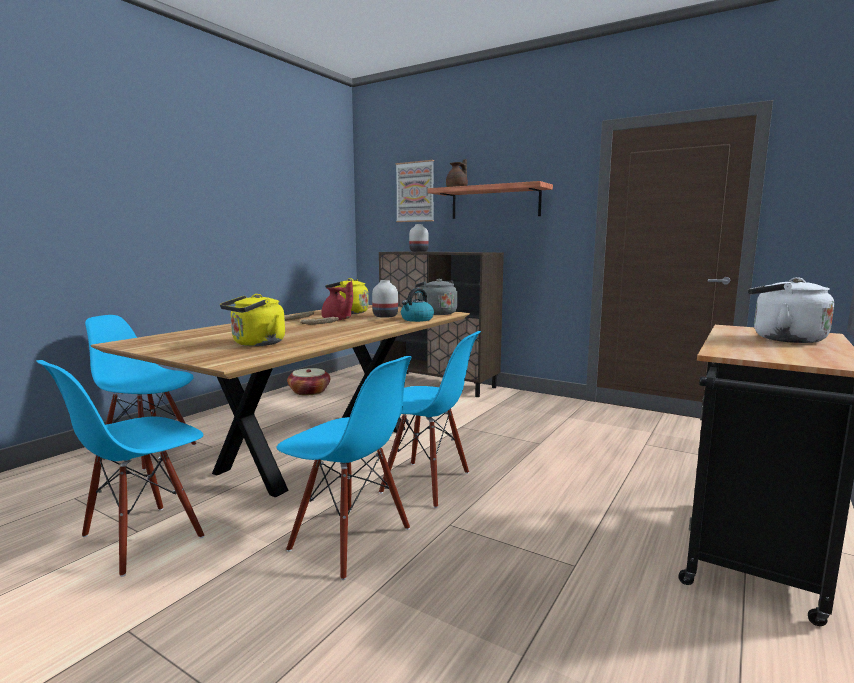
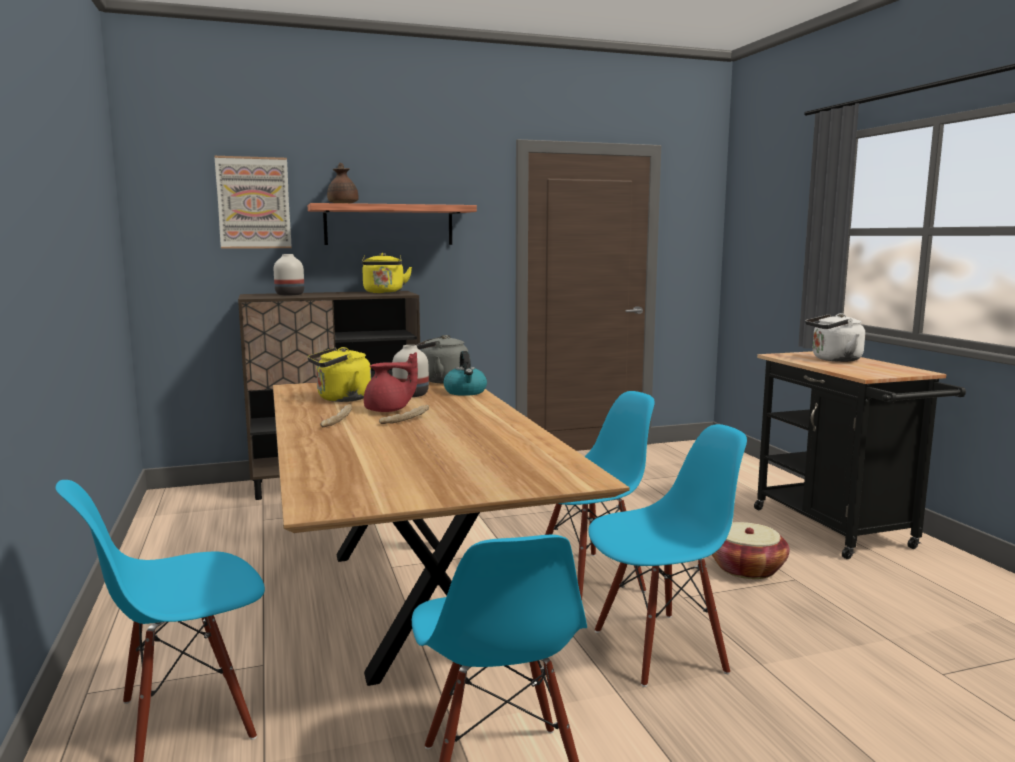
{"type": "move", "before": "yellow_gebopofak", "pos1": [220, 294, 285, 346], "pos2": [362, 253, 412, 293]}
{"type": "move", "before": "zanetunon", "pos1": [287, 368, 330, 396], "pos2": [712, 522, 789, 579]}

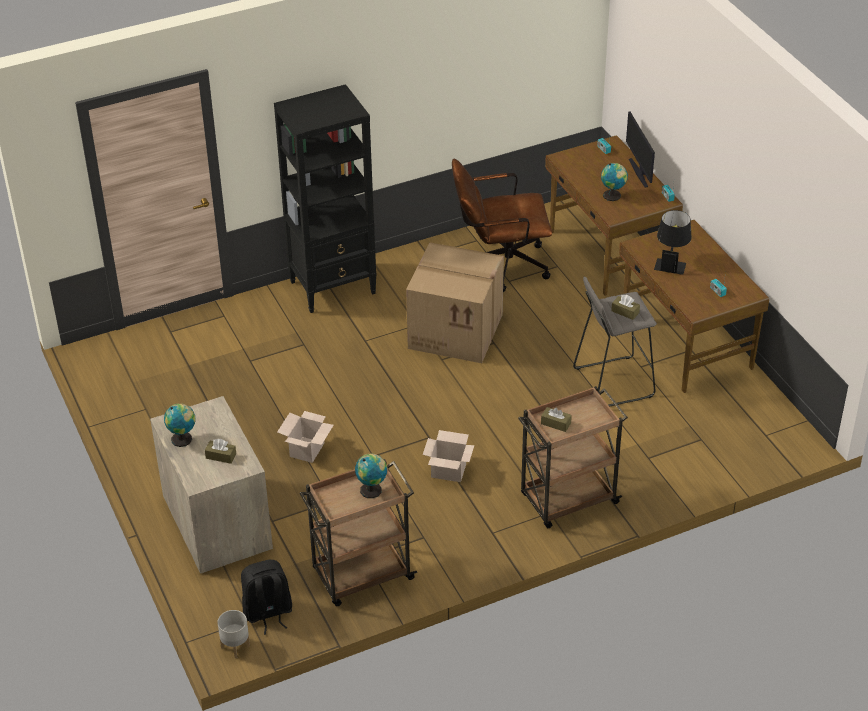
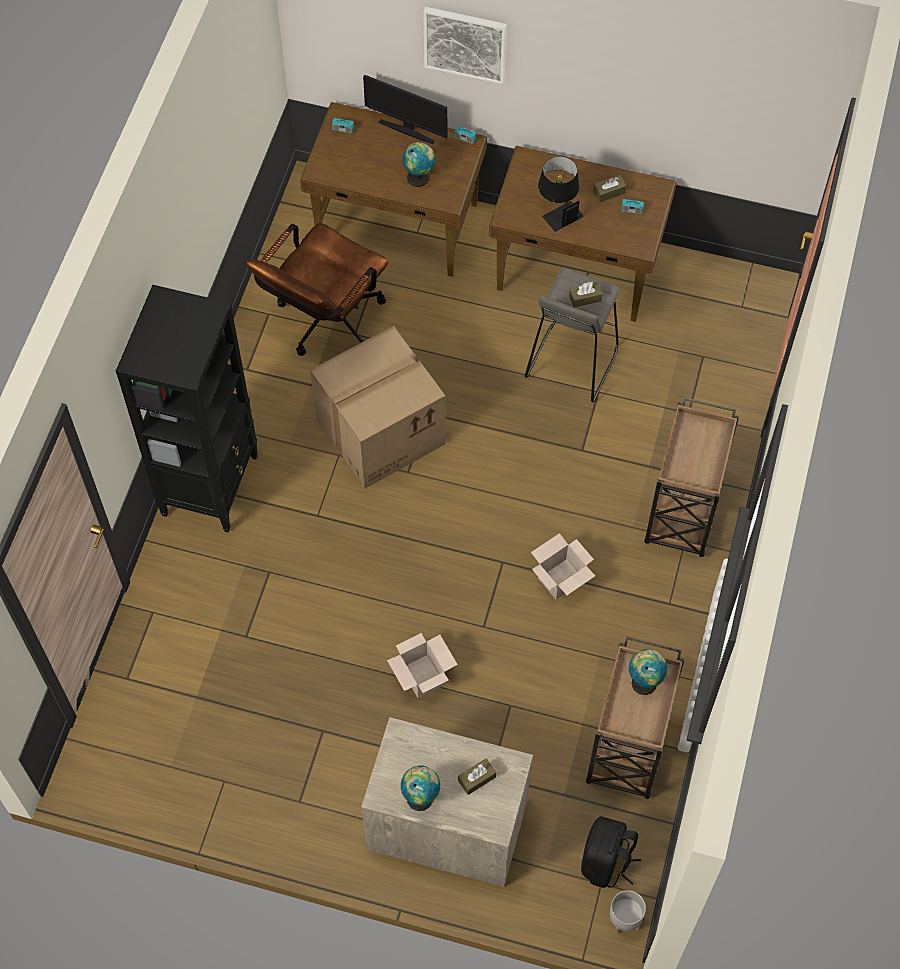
{"type": "move", "before": "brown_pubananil", "pos1": [541, 407, 572, 432], "pos2": [593, 175, 626, 202]}
{"type": "insert", "after": "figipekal", "pos2": [423, 7, 507, 85]}

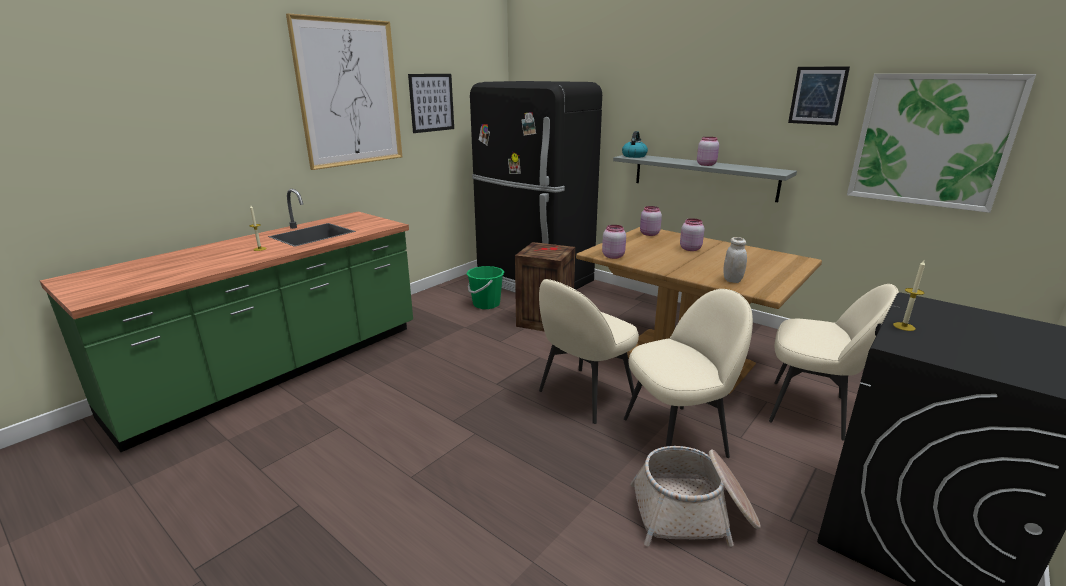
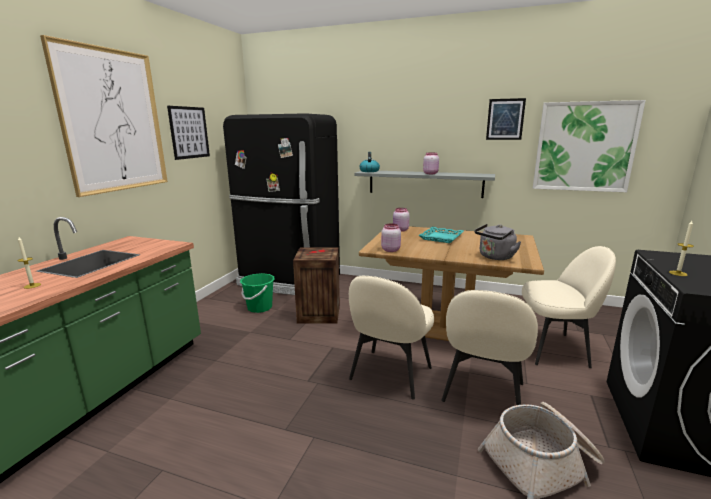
{"type": "replace", "before": "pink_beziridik", "after": "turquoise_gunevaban", "pos1": [680, 218, 704, 251], "pos2": [419, 227, 464, 243]}
{"type": "replace", "before": "white_beziridik", "after": "grey_gebopofak", "pos1": [723, 237, 747, 283], "pos2": [475, 224, 521, 260]}
{"type": "rotate", "before": "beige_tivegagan", "pos1": [624, 289, 753, 458], "pos2": [441, 290, 538, 405], "turn": 150}

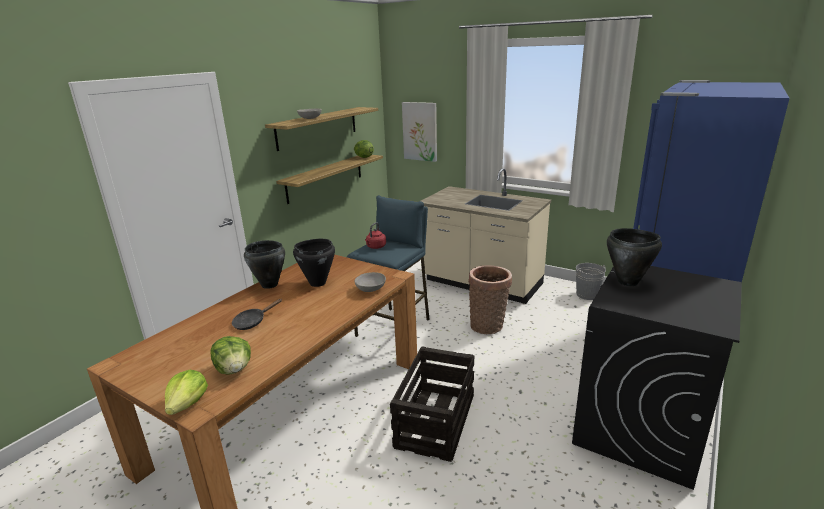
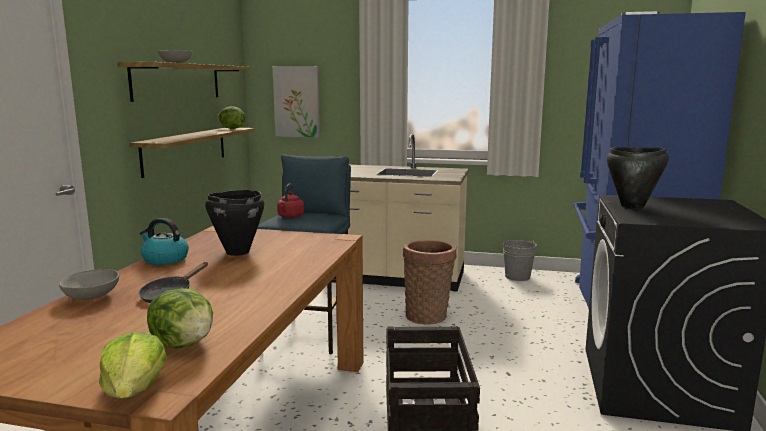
{"type": "replace", "before": "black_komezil", "after": "gebopofak", "pos1": [244, 240, 285, 289], "pos2": [140, 218, 189, 265]}
{"type": "move", "before": "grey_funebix", "pos1": [355, 272, 386, 292], "pos2": [59, 269, 119, 300]}

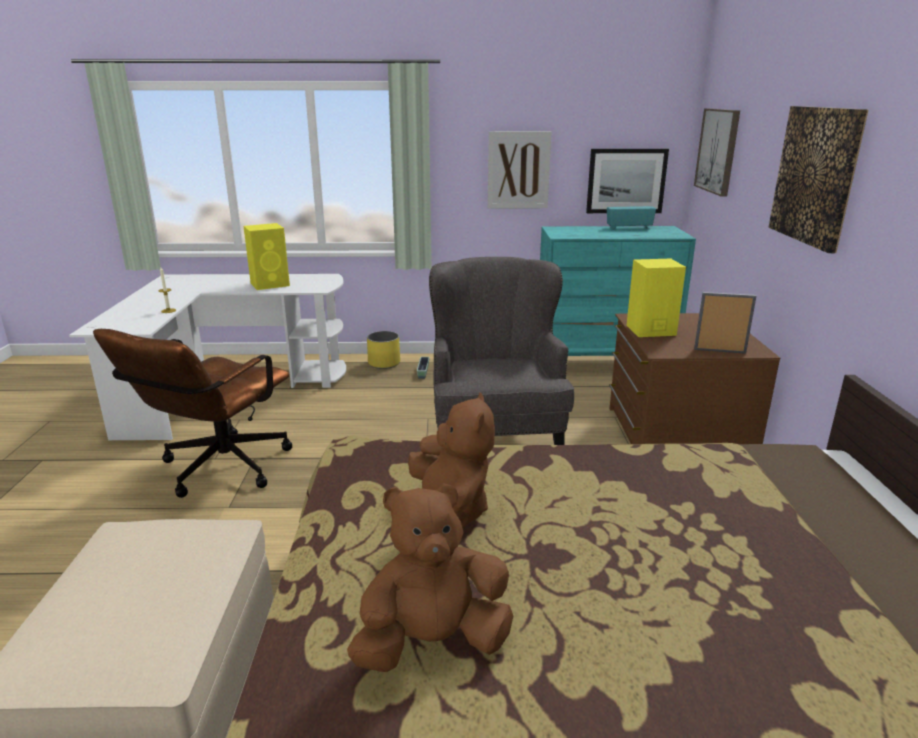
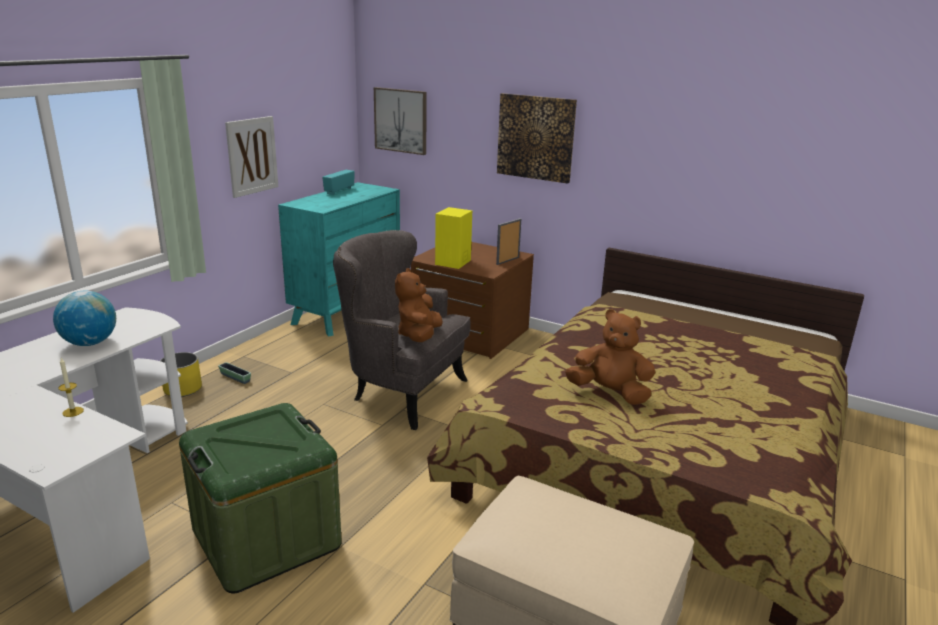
{"type": "delete", "before": "figipekal", "pos1": [586, 149, 669, 213]}
{"type": "replace", "before": "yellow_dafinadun", "after": "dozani", "pos1": [243, 223, 290, 290], "pos2": [53, 291, 116, 346]}
{"type": "replace", "before": "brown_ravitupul", "after": "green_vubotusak", "pos1": [93, 329, 292, 498], "pos2": [179, 403, 342, 593]}
{"type": "move", "before": "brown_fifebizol", "pos1": [347, 483, 513, 672], "pos2": [395, 268, 443, 342]}

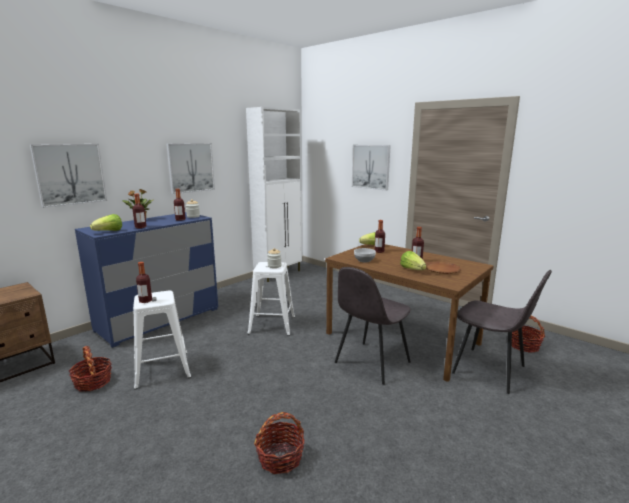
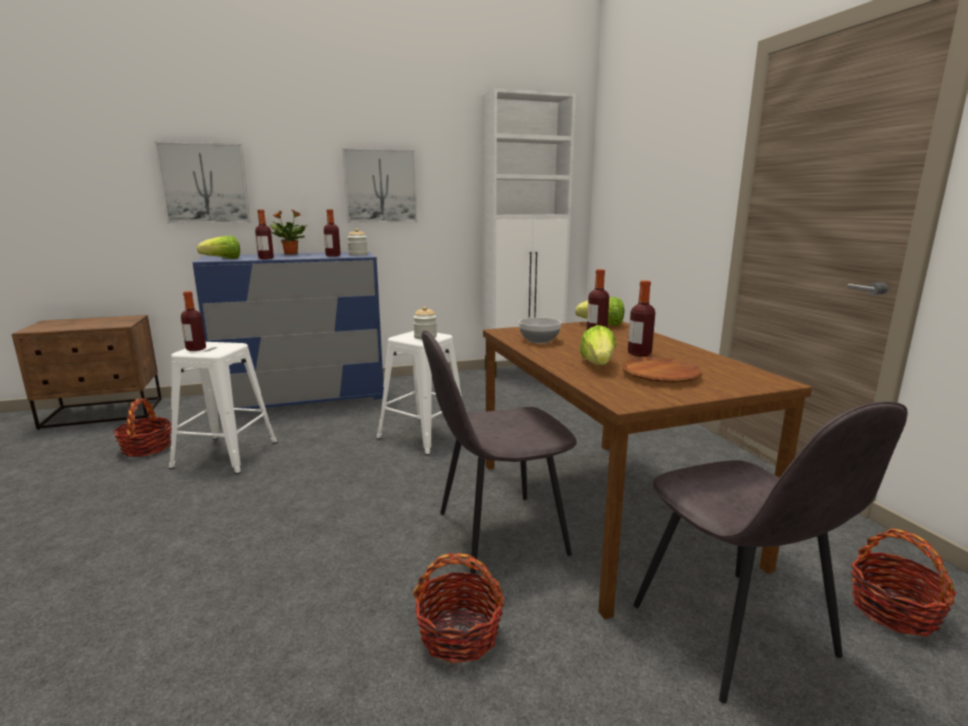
{"type": "delete", "before": "figipekal", "pos1": [352, 145, 391, 191]}
{"type": "move", "before": "zanetunon", "pos1": [254, 412, 305, 474], "pos2": [413, 553, 505, 664]}

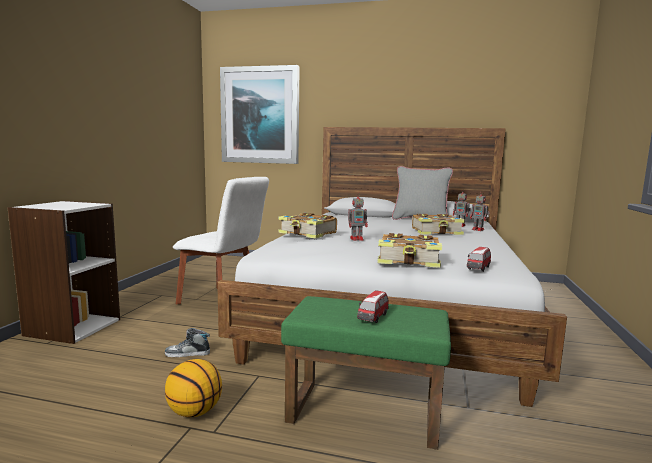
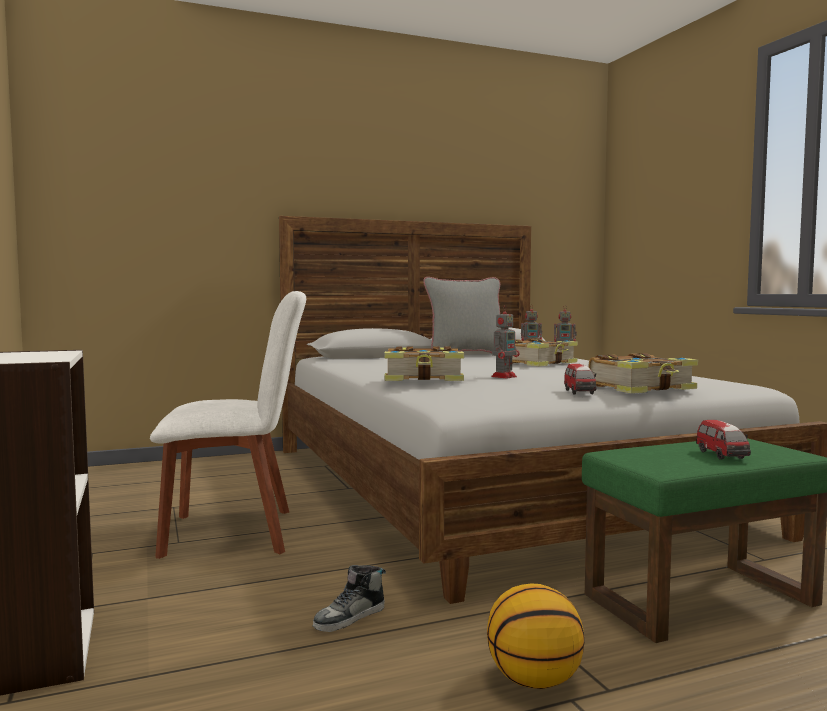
{"type": "delete", "before": "figipekal", "pos1": [220, 65, 300, 164]}
{"type": "move", "before": "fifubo", "pos1": [467, 247, 491, 272], "pos2": [564, 364, 597, 394]}

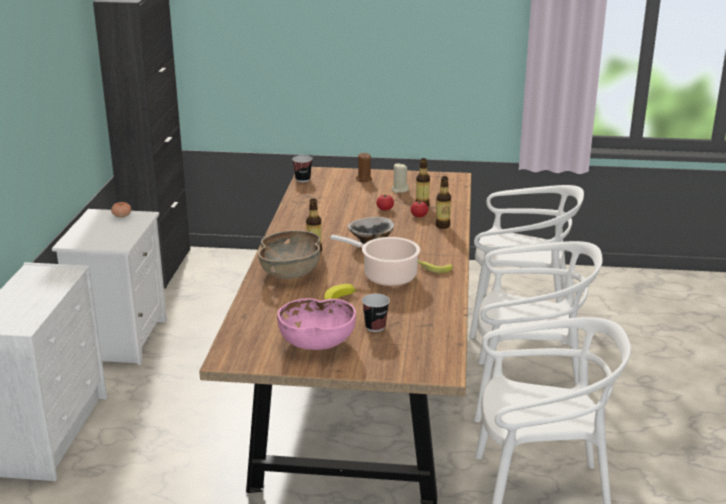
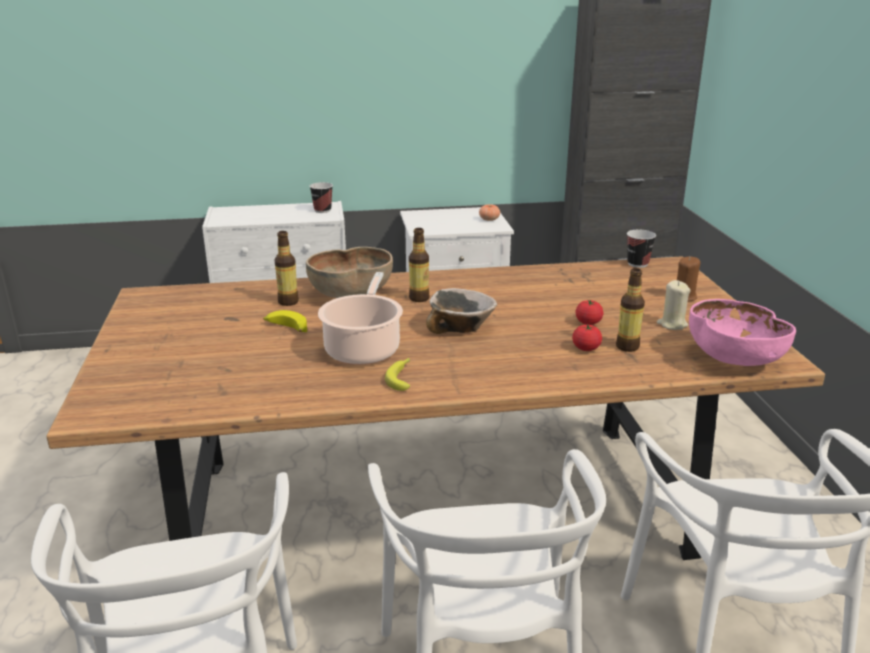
{"type": "move", "before": "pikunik", "pos1": [435, 176, 451, 229], "pos2": [275, 231, 299, 306]}
{"type": "move", "before": "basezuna", "pos1": [362, 294, 390, 332], "pos2": [310, 182, 333, 213]}
{"type": "move", "before": "pink_funebix", "pos1": [277, 298, 356, 350], "pos2": [689, 299, 796, 366]}

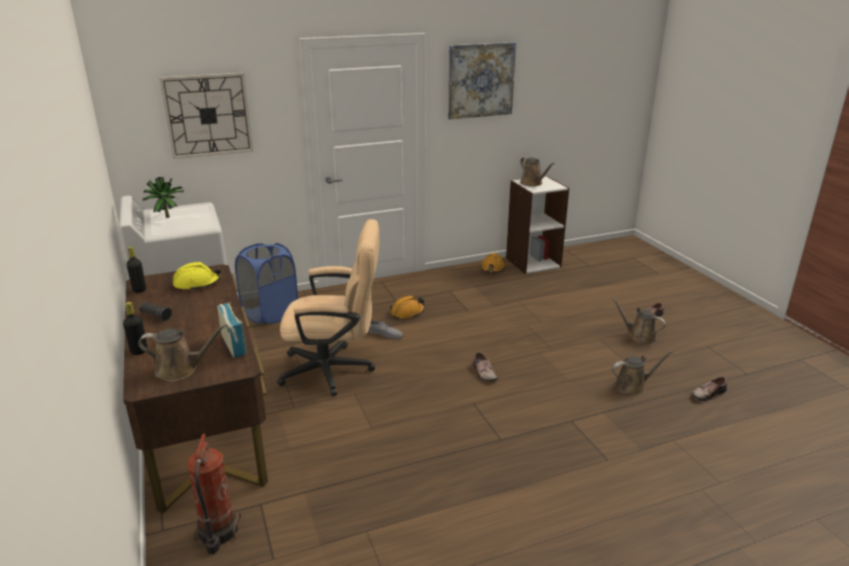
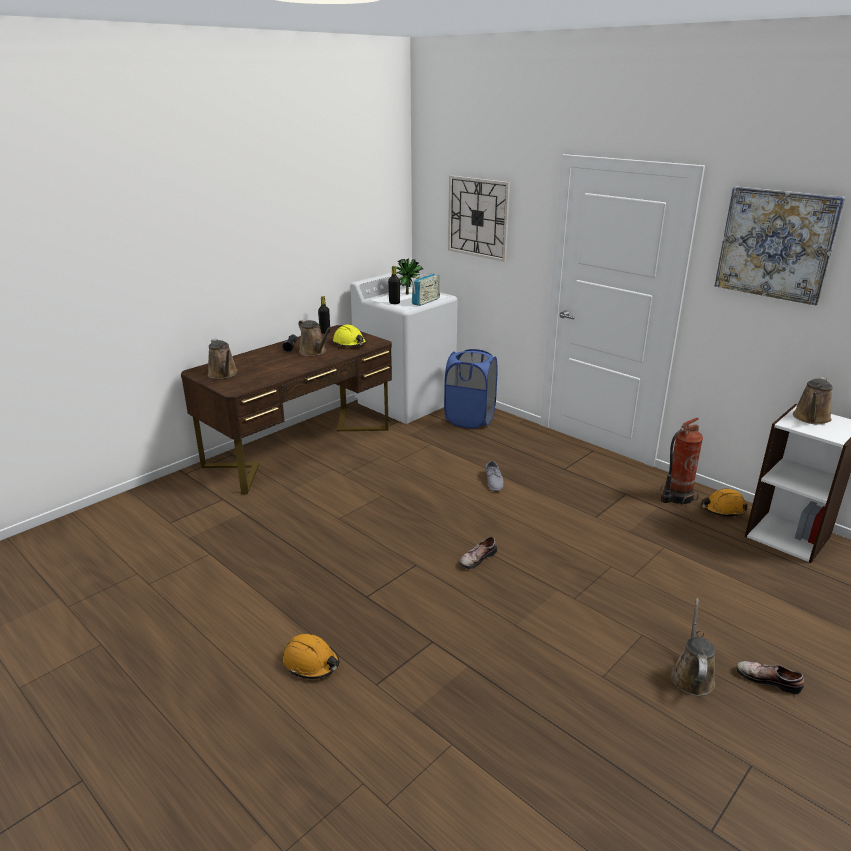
{"type": "delete", "before": "beige_ravitupul", "pos1": [277, 219, 379, 396]}
{"type": "move", "before": "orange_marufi", "pos1": [390, 296, 425, 319], "pos2": [283, 633, 339, 679]}
{"type": "move", "before": "black_pikunik", "pos1": [123, 302, 148, 355], "pos2": [388, 266, 400, 304]}
{"type": "move", "before": "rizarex", "pos1": [217, 302, 247, 358], "pos2": [412, 273, 440, 306]}
{"type": "move", "before": "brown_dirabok", "pos1": [612, 350, 674, 396], "pos2": [299, 319, 331, 356]}
{"type": "delete", "before": "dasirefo", "pos1": [692, 377, 727, 401]}
{"type": "move", "before": "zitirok", "pos1": [187, 434, 241, 554], "pos2": [660, 418, 703, 506]}

